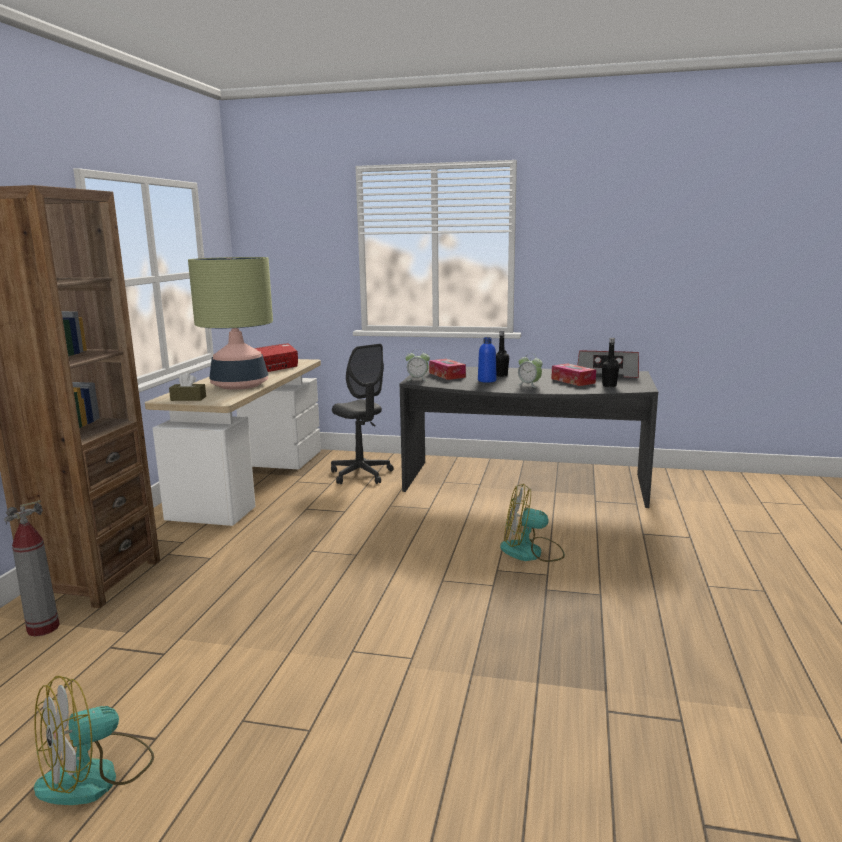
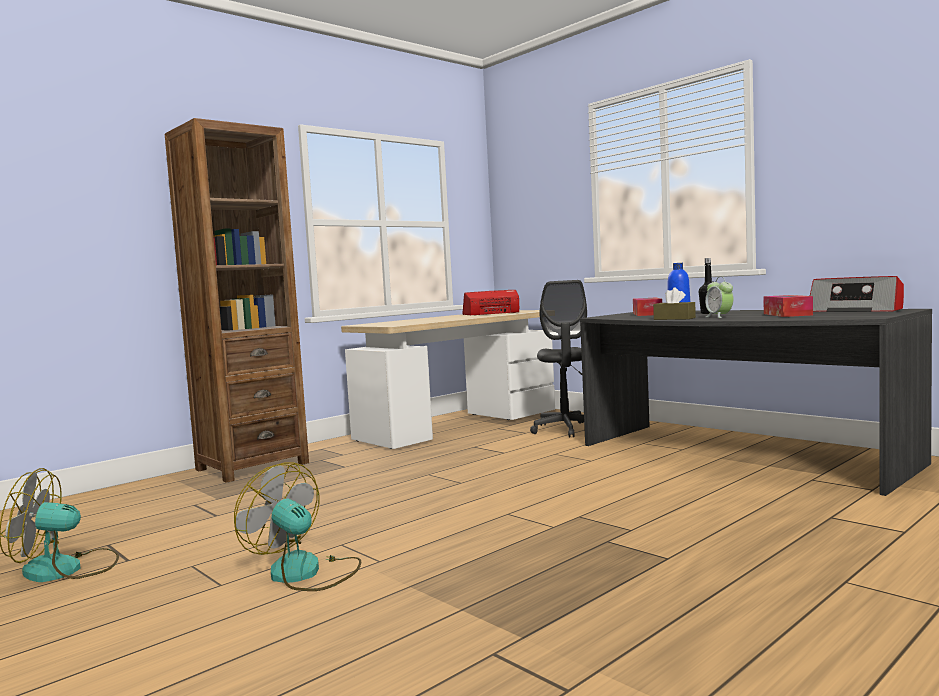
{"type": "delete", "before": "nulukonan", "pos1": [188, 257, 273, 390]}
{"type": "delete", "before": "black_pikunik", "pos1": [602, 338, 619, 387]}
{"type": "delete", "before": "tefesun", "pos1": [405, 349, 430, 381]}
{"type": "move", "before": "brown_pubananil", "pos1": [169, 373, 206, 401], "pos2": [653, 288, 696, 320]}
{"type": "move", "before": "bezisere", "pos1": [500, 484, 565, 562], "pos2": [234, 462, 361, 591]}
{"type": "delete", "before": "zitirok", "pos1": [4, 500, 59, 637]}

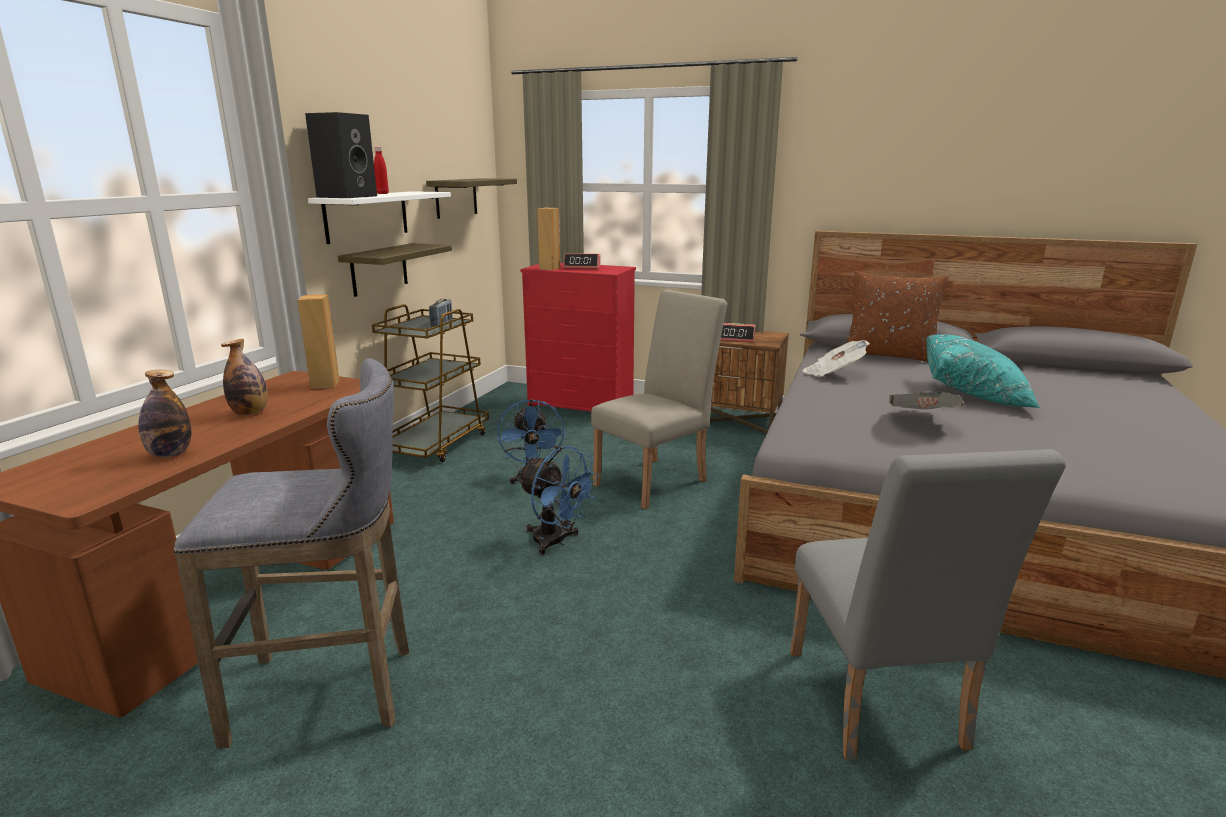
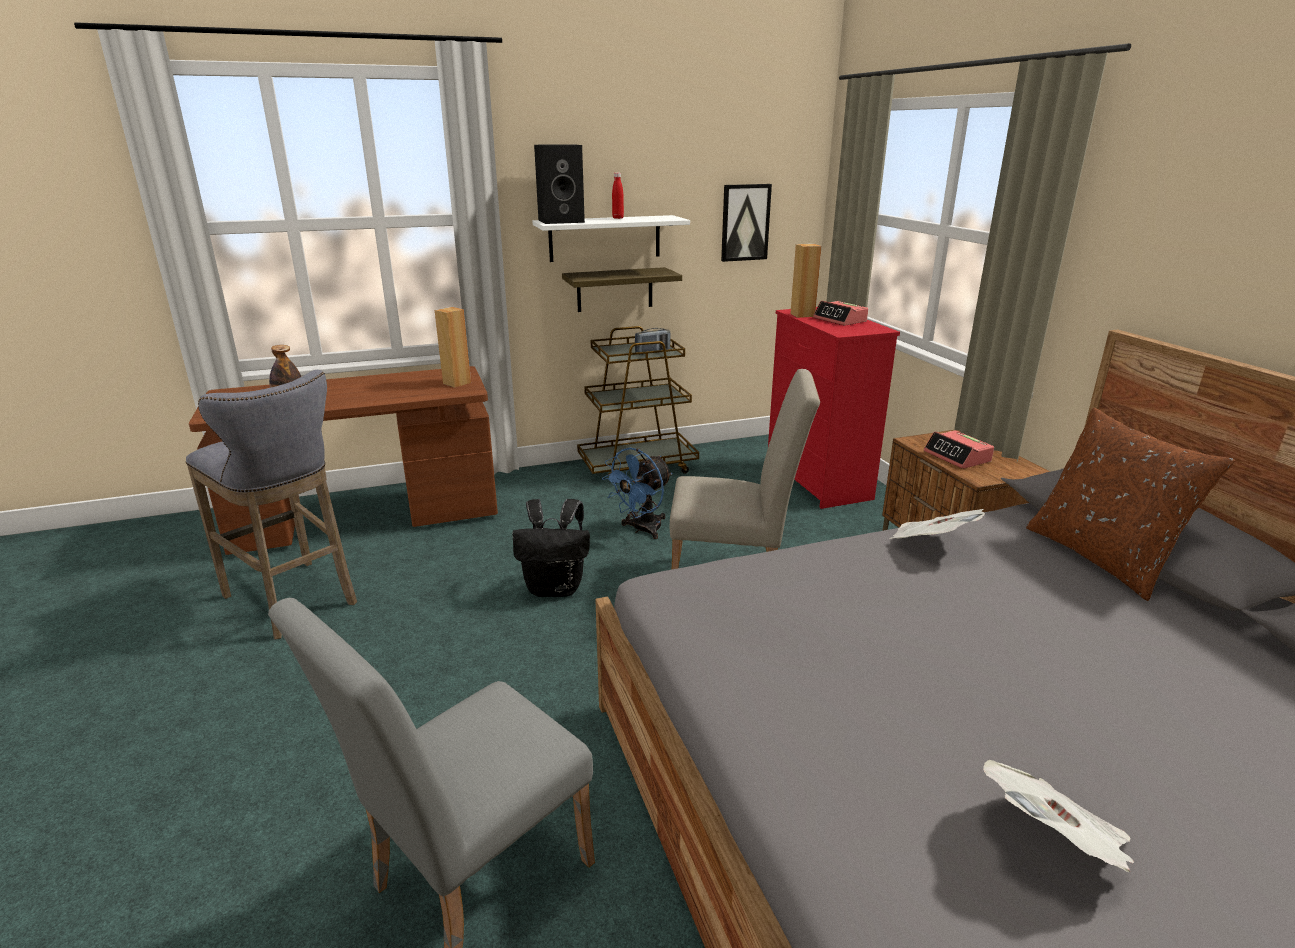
{"type": "replace", "before": "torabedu", "after": "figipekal", "pos1": [426, 178, 517, 219], "pos2": [721, 184, 772, 262]}
{"type": "delete", "before": "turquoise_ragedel", "pos1": [927, 335, 1040, 408]}
{"type": "delete", "before": "pikunik", "pos1": [221, 339, 268, 415]}
{"type": "move", "before": "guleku", "pos1": [889, 392, 964, 409], "pos2": [983, 760, 1134, 872]}
{"type": "replace", "before": "blue_bezisere", "after": "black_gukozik", "pos1": [517, 446, 599, 555], "pos2": [512, 499, 590, 597]}

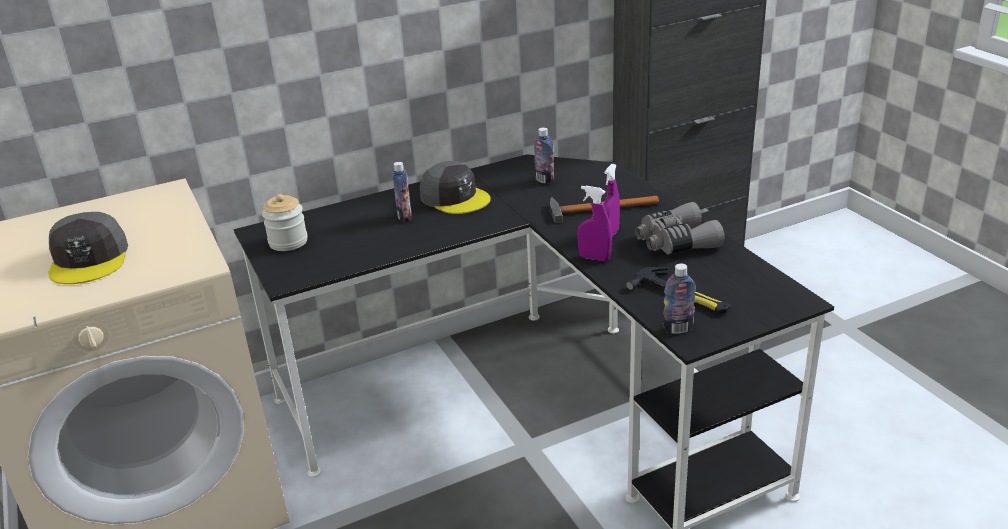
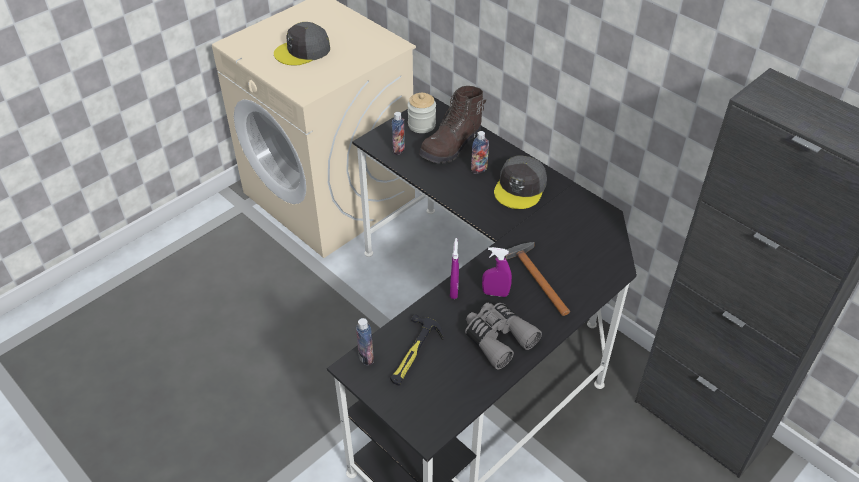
{"type": "move", "before": "pikunik", "pos1": [534, 127, 554, 184], "pos2": [392, 112, 405, 155]}
{"type": "insert", "after": "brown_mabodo", "pos2": [419, 86, 486, 164]}

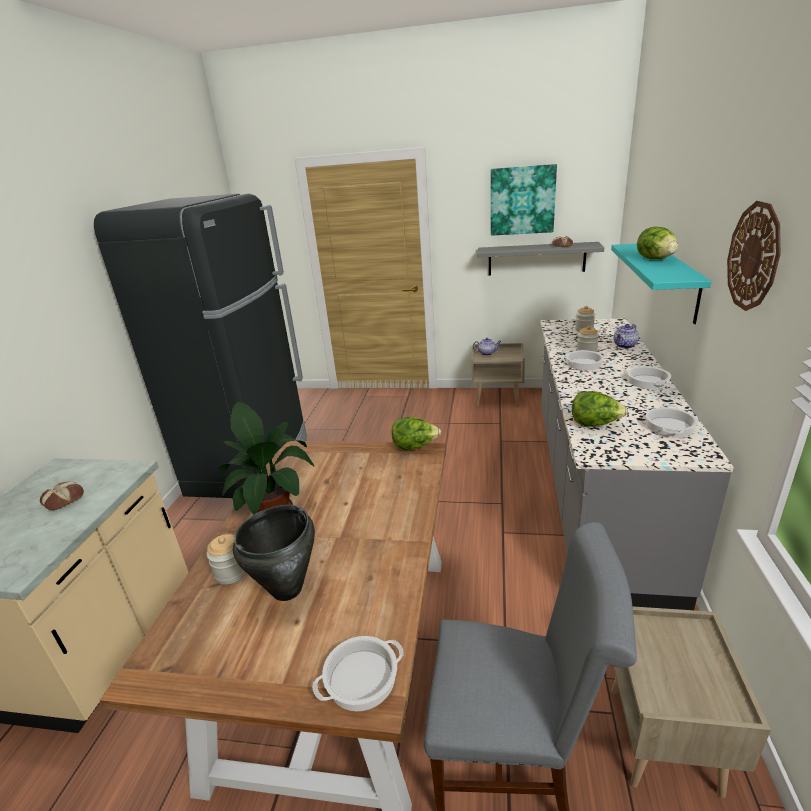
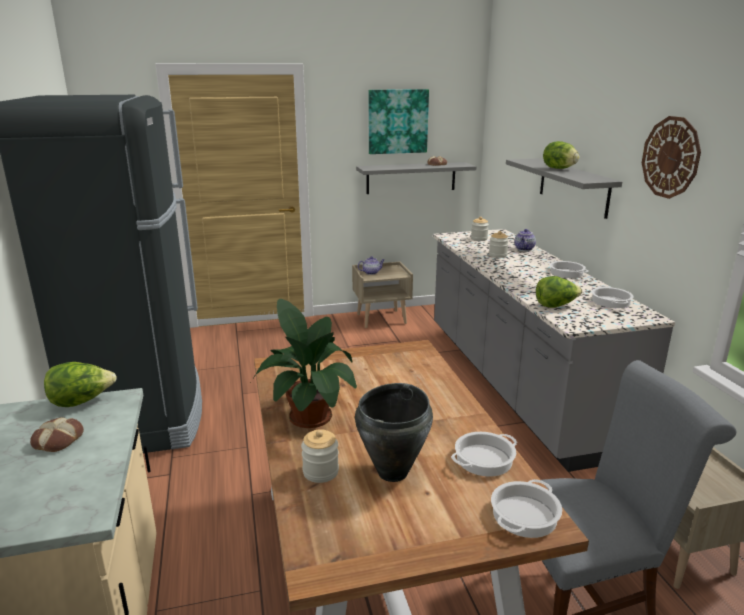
{"type": "recolor", "before": "turquoise_torabedu", "after": "grey_torabedu", "pos1": [611, 244, 711, 324], "pos2": [506, 158, 622, 219]}
{"type": "move", "before": "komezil", "pos1": [562, 350, 607, 370], "pos2": [451, 432, 517, 477]}
{"type": "move", "before": "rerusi", "pos1": [392, 417, 441, 450], "pos2": [44, 362, 117, 407]}

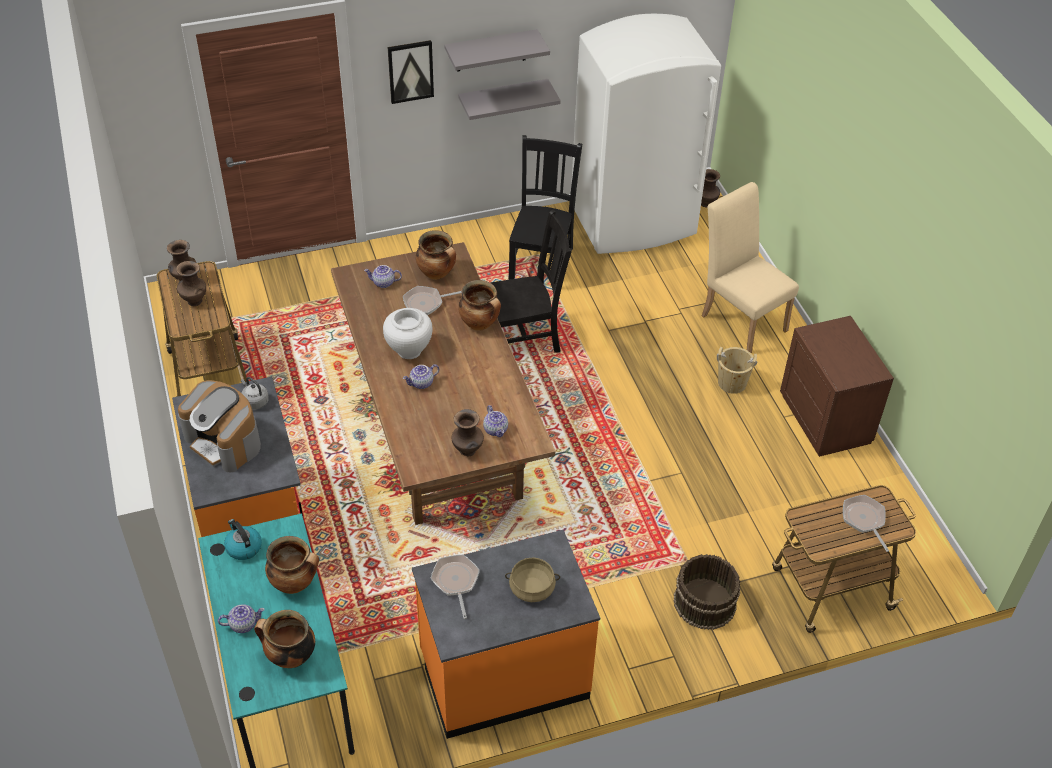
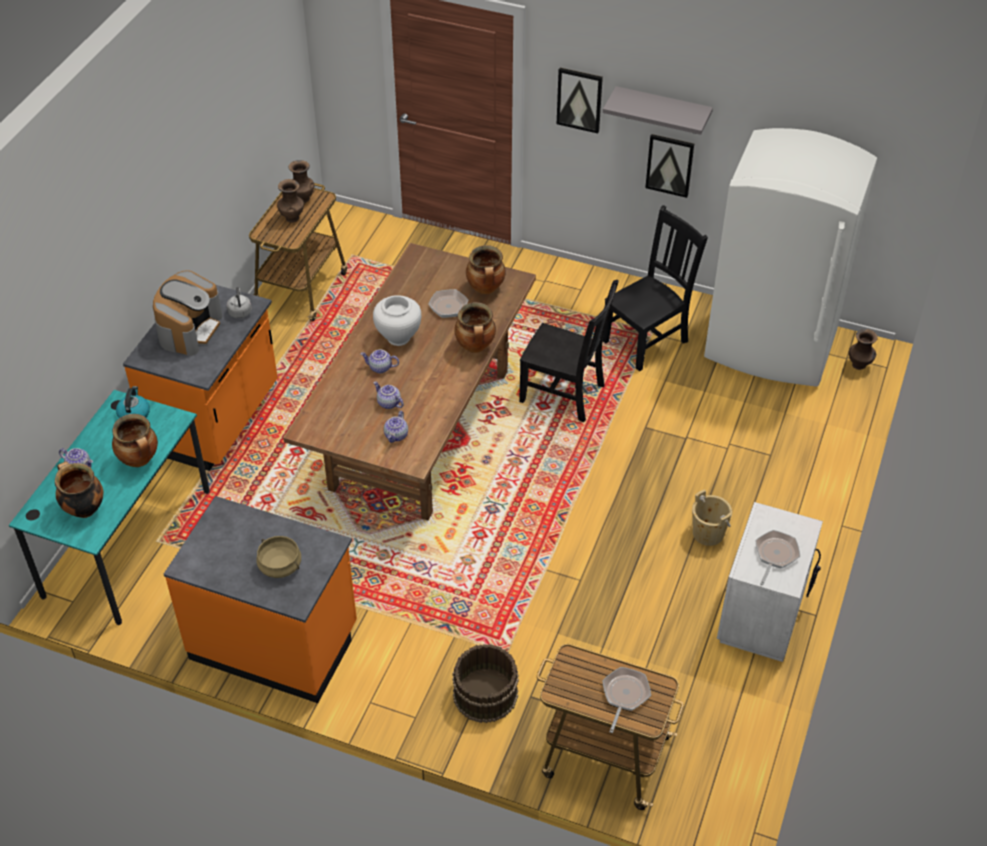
{"type": "replace", "before": "grey_torabedu", "after": "figipekal", "pos1": [458, 79, 561, 120], "pos2": [645, 134, 694, 198]}
{"type": "delete", "before": "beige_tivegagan", "pos1": [702, 182, 799, 353]}
{"type": "move", "before": "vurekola", "pos1": [364, 265, 402, 288], "pos2": [374, 381, 404, 409]}
{"type": "recolor", "before": "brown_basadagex", "after": "white_basadagex", "pos1": [780, 316, 894, 457], "pos2": [717, 502, 823, 662]}
{"type": "rotate", "before": "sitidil", "pos1": [178, 380, 261, 472], "pos2": [153, 270, 222, 356], "turn": -150}
{"type": "delete", "before": "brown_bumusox", "pos1": [452, 409, 484, 457]}
{"type": "move", "before": "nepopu", "pos1": [430, 555, 480, 619], "pos2": [756, 530, 800, 585]}

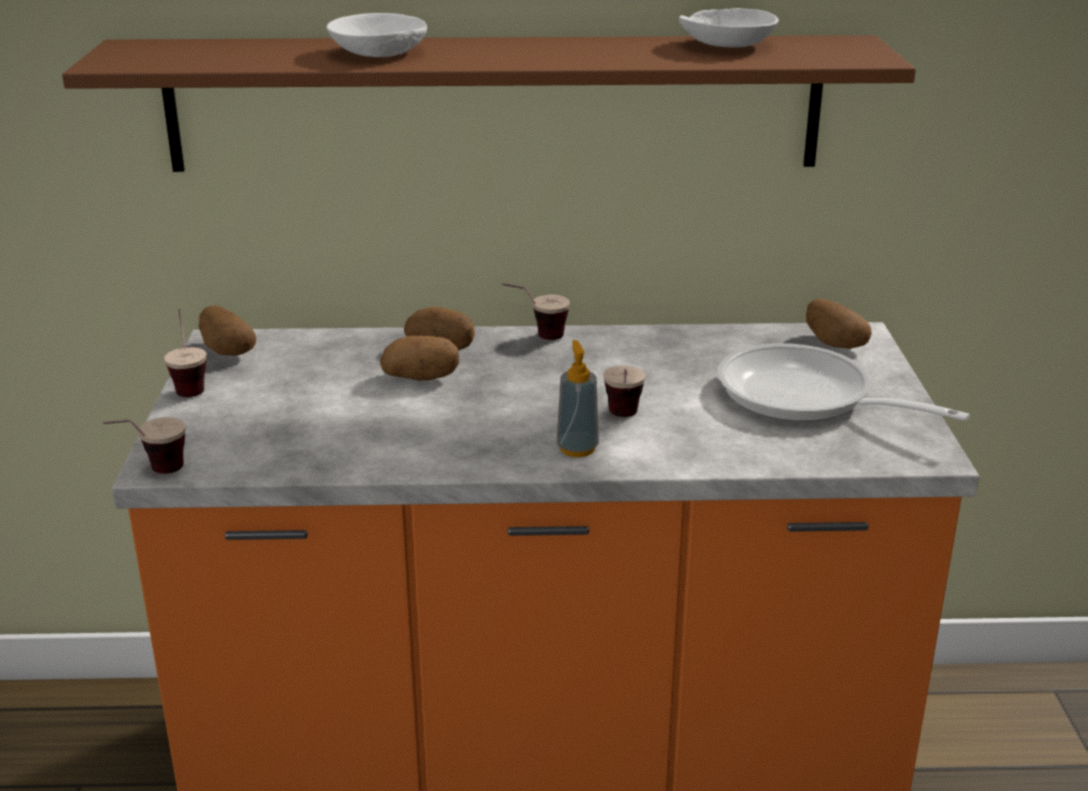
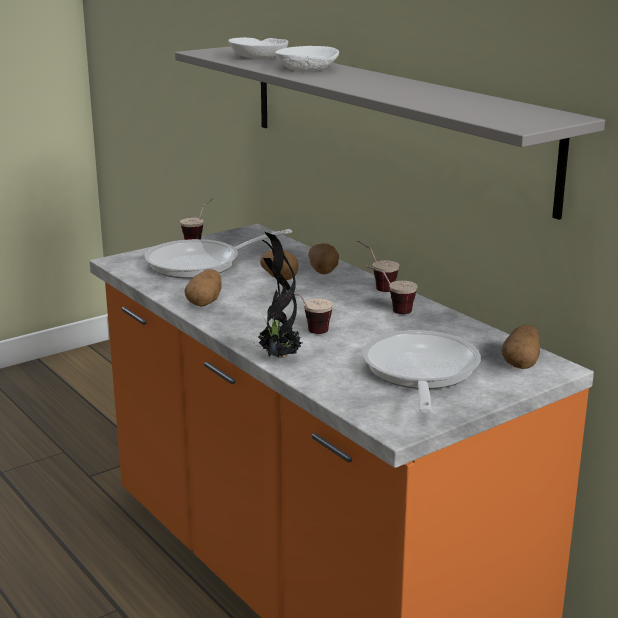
{"type": "move", "before": "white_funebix", "pos1": [679, 8, 779, 47], "pos2": [228, 37, 288, 59]}
{"type": "recolor", "before": "brown_torabedu", "after": "grey_torabedu", "pos1": [62, 35, 916, 172], "pos2": [175, 46, 605, 220]}
{"type": "move", "before": "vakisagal", "pos1": [198, 306, 256, 356], "pos2": [185, 269, 222, 306]}
{"type": "delete", "before": "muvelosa", "pos1": [557, 340, 599, 457]}
{"type": "move", "before": "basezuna", "pos1": [103, 417, 185, 474], "pos2": [366, 265, 418, 314]}
{"type": "insert", "after": "nepopu", "pos2": [145, 229, 292, 279]}
{"type": "insert", "after": "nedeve", "pos2": [255, 232, 302, 358]}

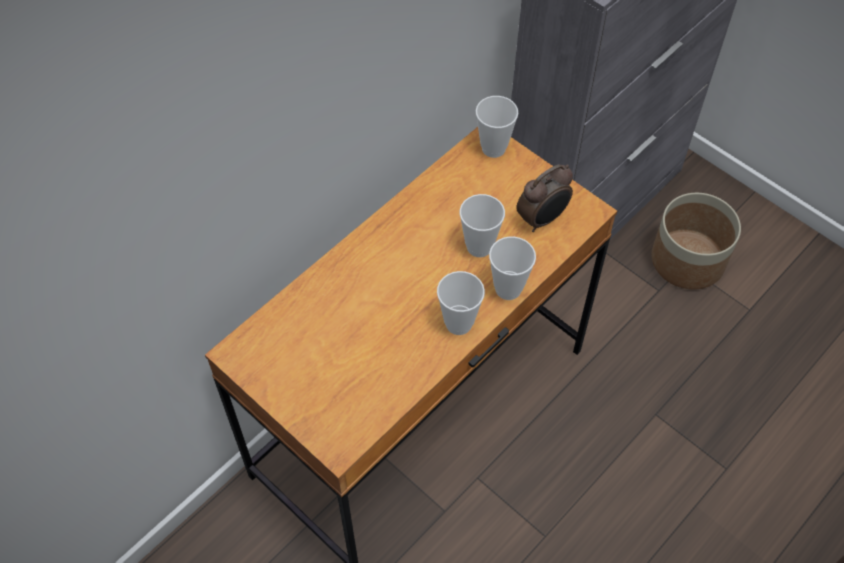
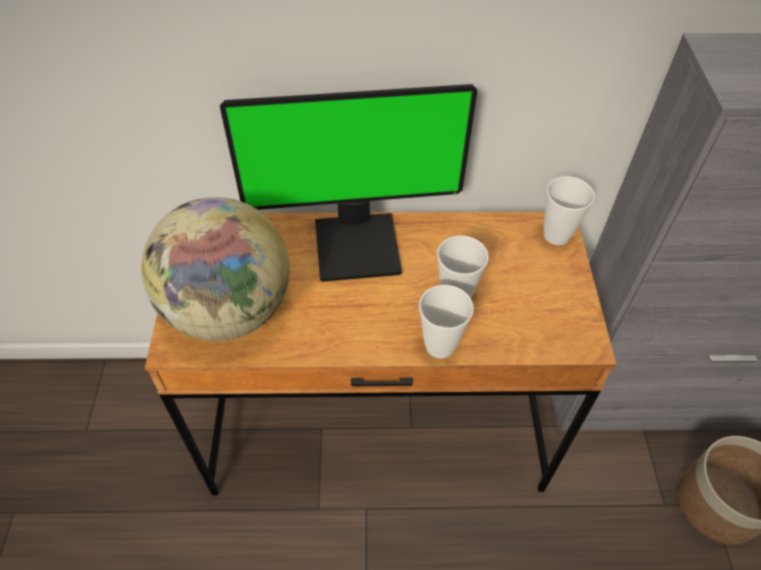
{"type": "delete", "before": "tefesun", "pos1": [516, 164, 573, 232]}
{"type": "delete", "before": "basezuna", "pos1": [437, 271, 485, 335]}
{"type": "insert", "after": "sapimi", "pos2": [220, 84, 477, 282]}
{"type": "insert", "after": "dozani", "pos2": [142, 197, 290, 341]}

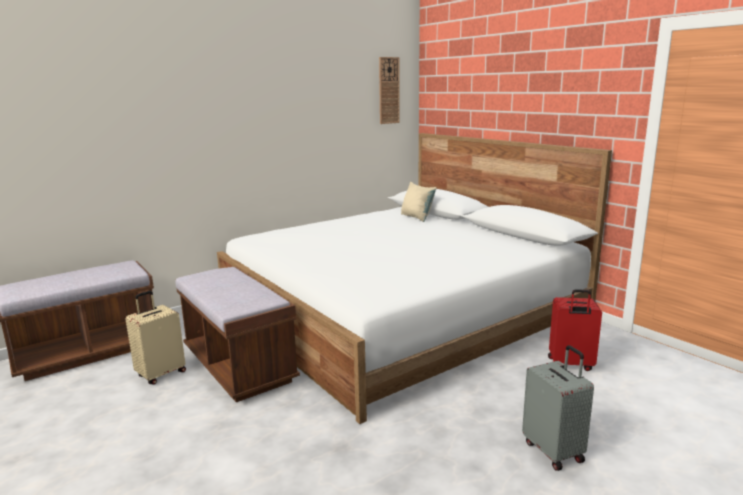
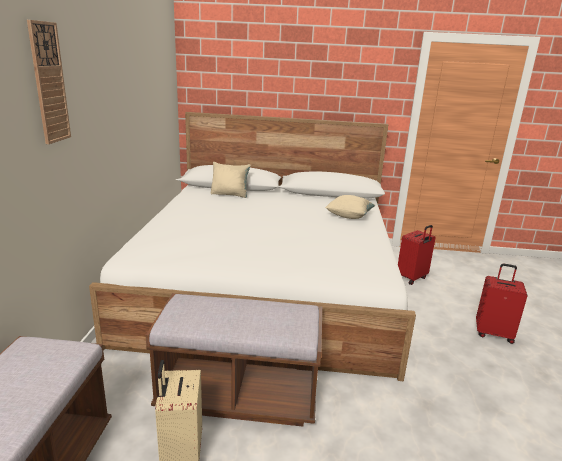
{"type": "move", "before": "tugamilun", "pos1": [379, 57, 400, 124], "pos2": [27, 20, 71, 144]}
{"type": "recolor", "before": "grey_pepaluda", "after": "red_pepaluda", "pos1": [522, 345, 594, 471], "pos2": [476, 263, 527, 344]}
{"type": "insert", "after": "beige_ragedel", "pos2": [325, 195, 375, 219]}

